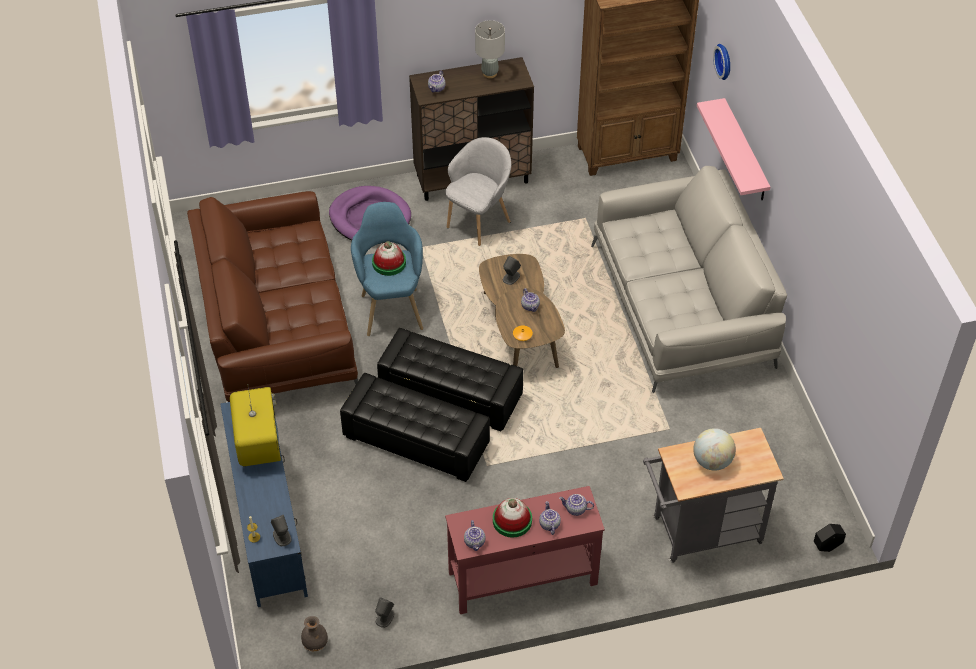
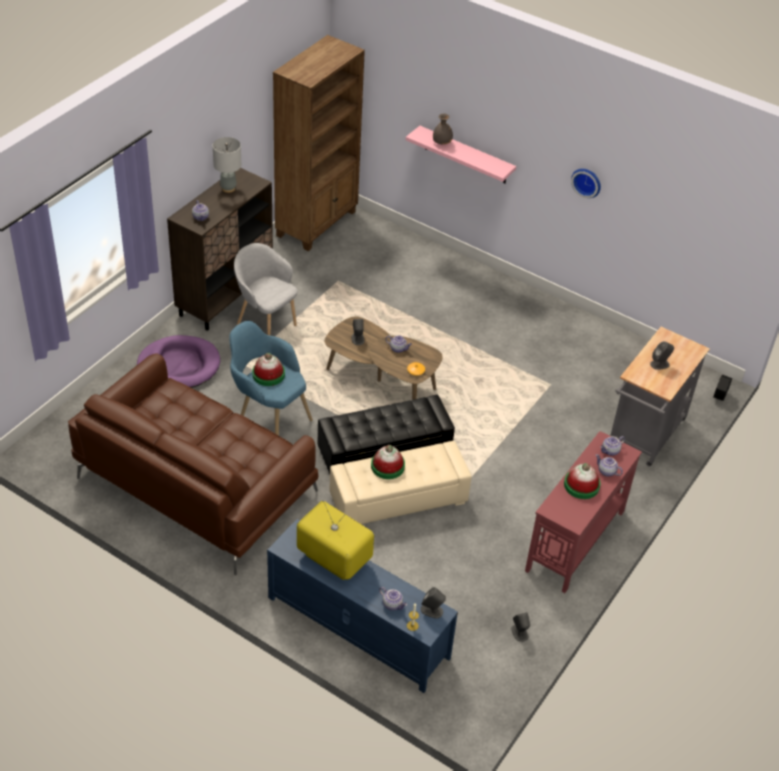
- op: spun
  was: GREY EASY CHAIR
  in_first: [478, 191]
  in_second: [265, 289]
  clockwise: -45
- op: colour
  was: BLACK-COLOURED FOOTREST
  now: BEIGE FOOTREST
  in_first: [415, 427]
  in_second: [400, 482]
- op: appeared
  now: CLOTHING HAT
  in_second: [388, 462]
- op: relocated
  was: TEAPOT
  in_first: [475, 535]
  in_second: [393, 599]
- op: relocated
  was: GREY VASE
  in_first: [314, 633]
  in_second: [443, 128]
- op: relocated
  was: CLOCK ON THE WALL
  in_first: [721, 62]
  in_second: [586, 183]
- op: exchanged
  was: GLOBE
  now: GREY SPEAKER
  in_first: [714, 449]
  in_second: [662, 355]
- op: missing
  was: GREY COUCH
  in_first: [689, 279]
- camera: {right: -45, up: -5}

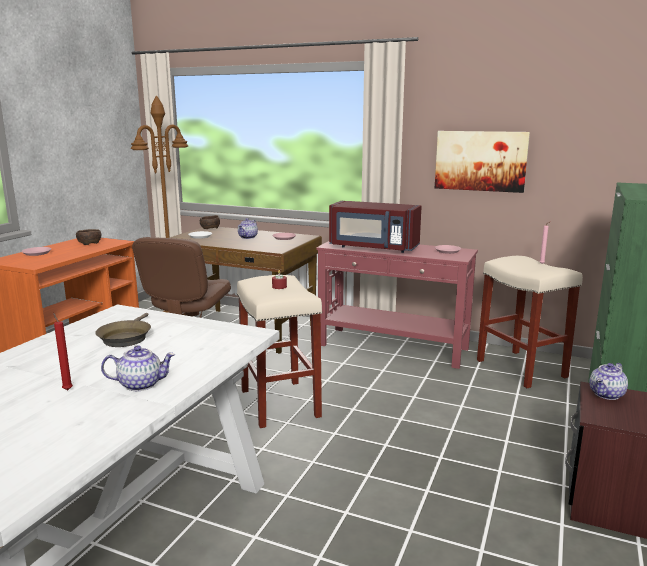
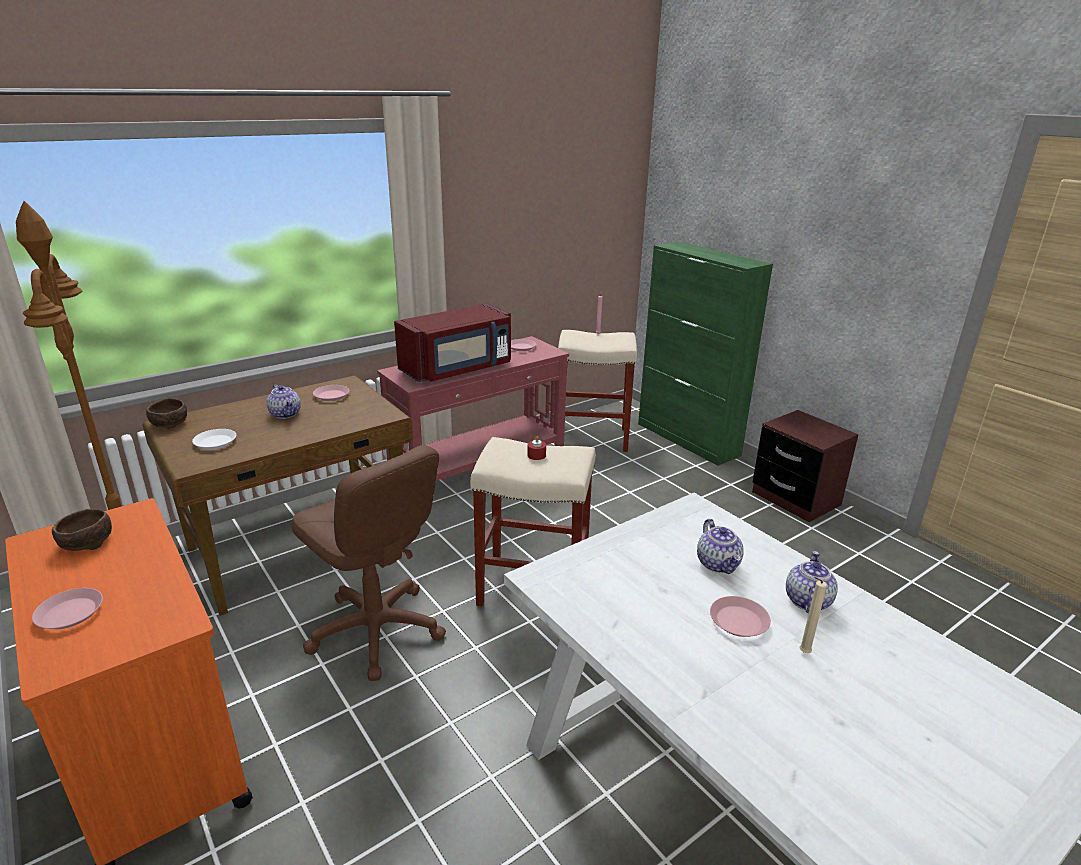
- op: relocated
  was: TEAPOT
  in_first: [608, 381]
  in_second: [720, 546]
- op: appeared
  now: PINK-COLOURED FLAT DISH
  in_second: [740, 616]
- op: colour
  was: REDDISH WAX LIGHT
  now: BEIGE WAX LIGHT
  in_first: [63, 351]
  in_second: [813, 615]
- op: missing
  was: BROWN-COLOURED SKILLET
  in_first: [123, 330]
- op: missing
  was: WALL ART
  in_first: [482, 162]
- camera: {right: -60, up: 10}

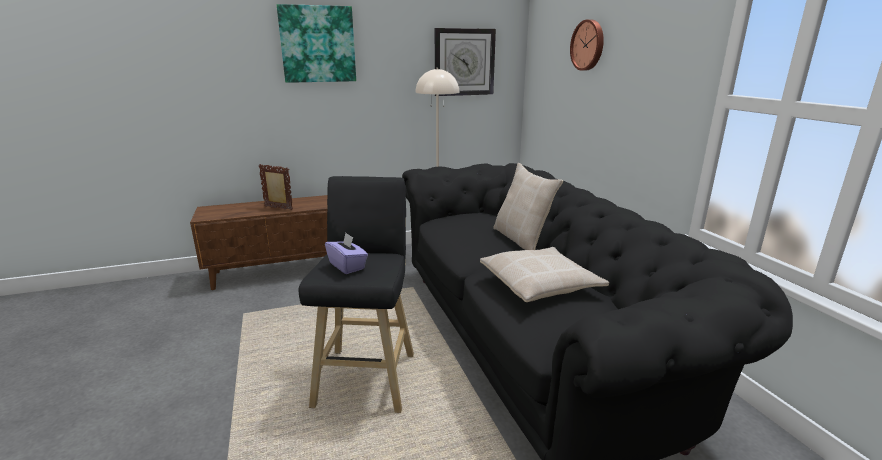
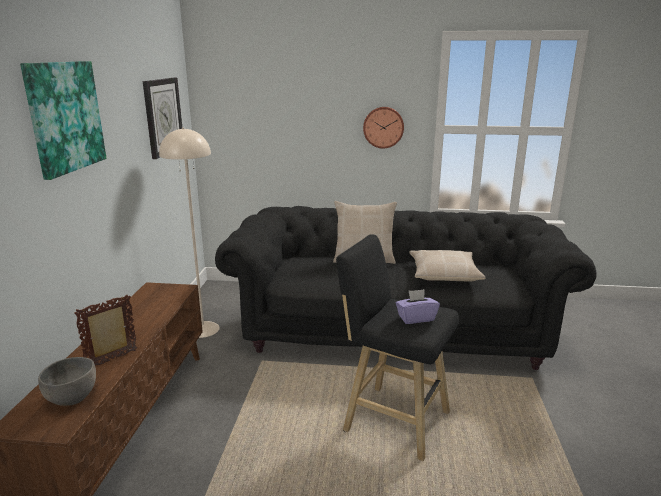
- op: appeared
  now: GREY BOWL
  in_second: [67, 381]
- op: relocated
  was: CLOCK ON THE WALL
  in_first: [587, 45]
  in_second: [383, 128]
- camera: {right: -65, up: 0}

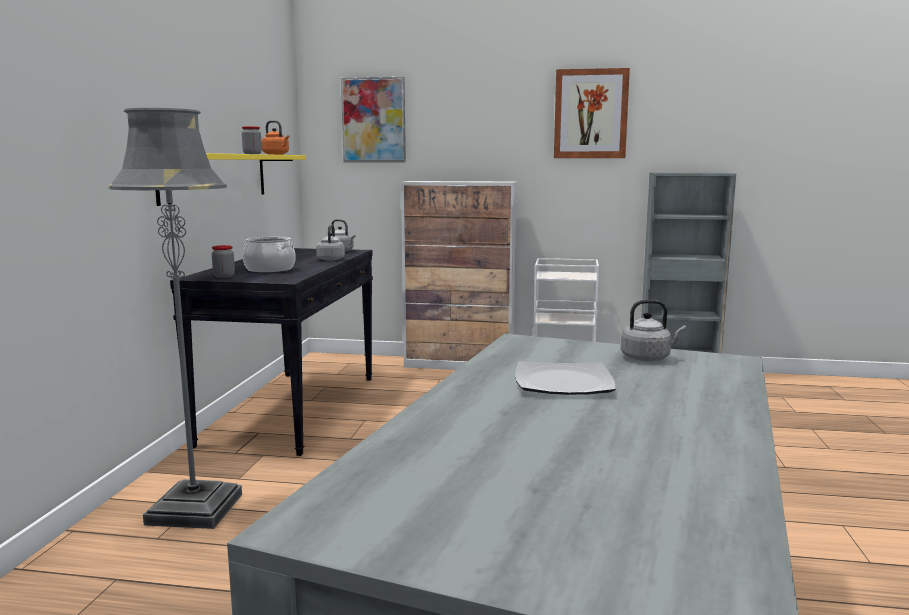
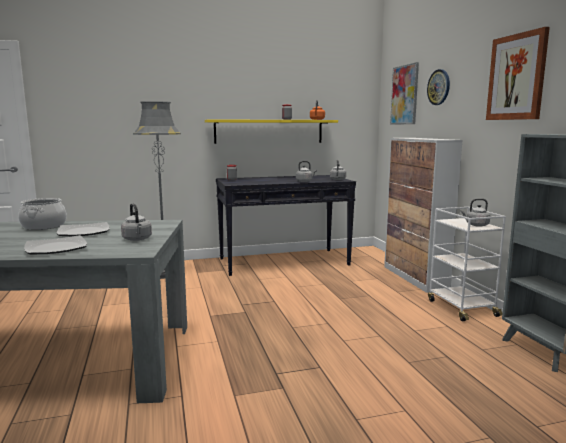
- op: relocated
  was: COOKING POT
  in_first: [269, 255]
  in_second: [42, 214]
- op: appeared
  now: FLAT DISH
  in_second: [55, 244]
- op: appeared
  now: CLOCK ON THE WALL
  in_second: [438, 87]
- op: appeared
  now: GREY KETTLE
  in_second: [475, 213]
- camera: {right: 65, up: 0}

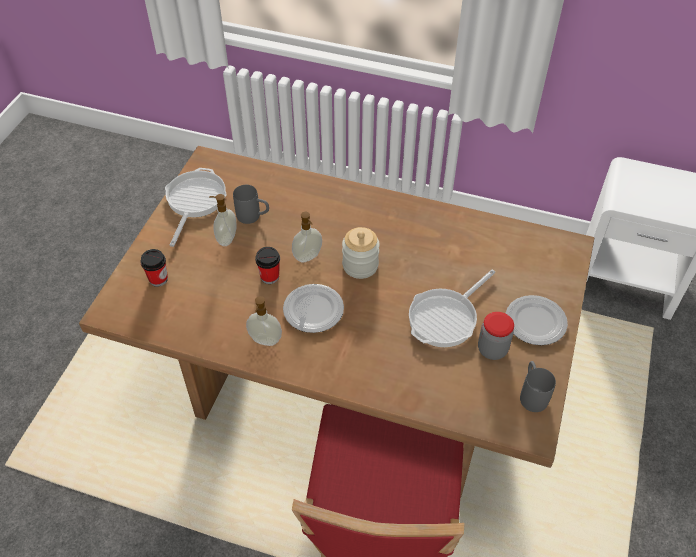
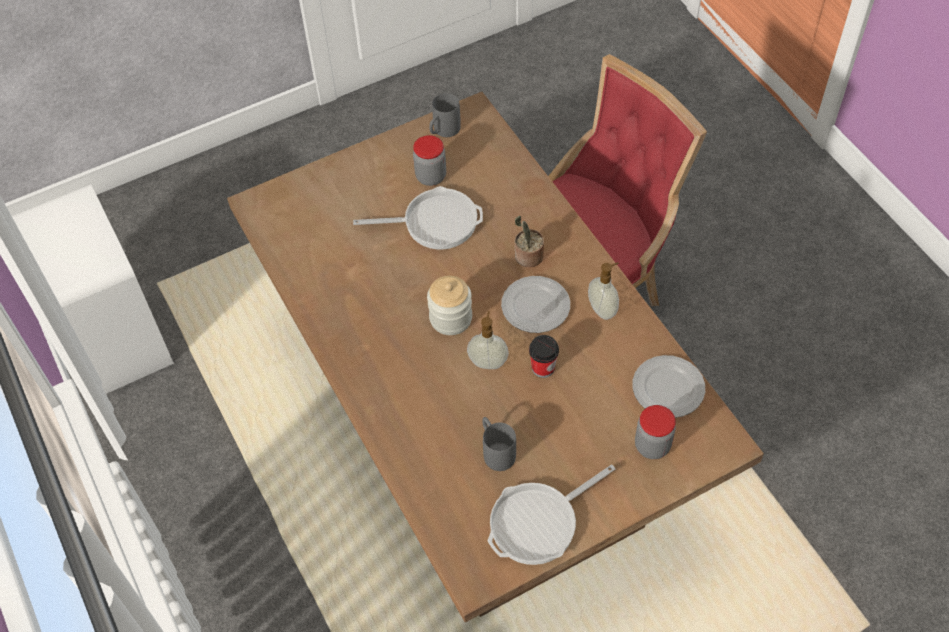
- op: appeared
  now: PLANT IN A POT
  in_second: [529, 241]
- op: relocated
  was: FLAT DISH
  in_first: [536, 320]
  in_second: [668, 386]
- op: exchanged
  was: CUP
  now: JAR
  in_first: [154, 268]
  in_second: [655, 432]
- op: missing
  was: LIQUID SOAP BOTTLE
  in_first: [223, 220]
- camera: {right: -135, up: 5}

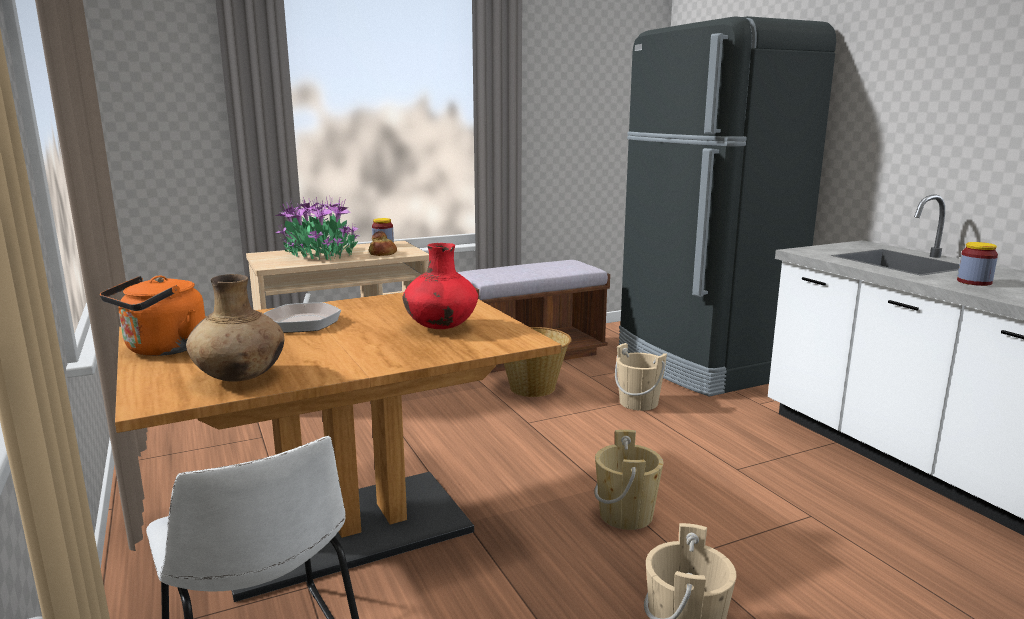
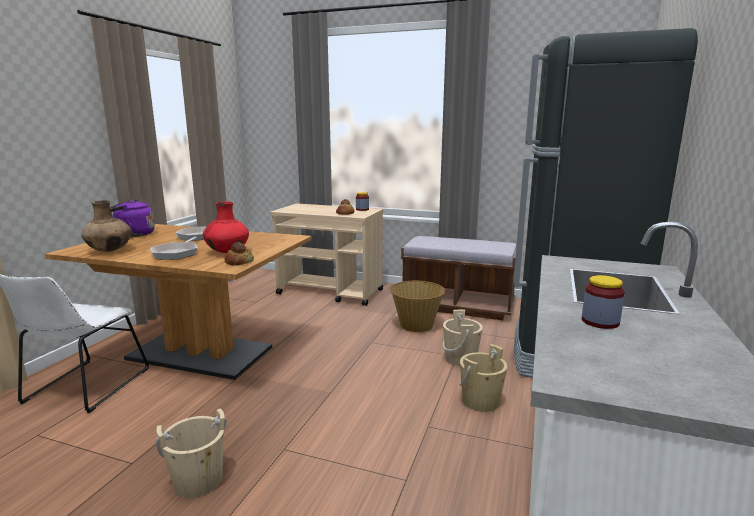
- op: colour
  was: ORANGEY KETTLE
  now: PURPLE-COLOURED KETTLE
  in_first: [153, 315]
  in_second: [132, 218]
- op: appeared
  now: SKILLET
  in_second: [173, 248]
- op: appeared
  now: BAKERY BREAD
  in_second: [239, 253]
- op: relocated
  was: BEIGE PAIL
  in_first: [628, 480]
  in_second: [483, 378]
- op: missing
  was: PLANT IN A POT
  in_first: [317, 228]
- camera: {right: 45, up: 0}

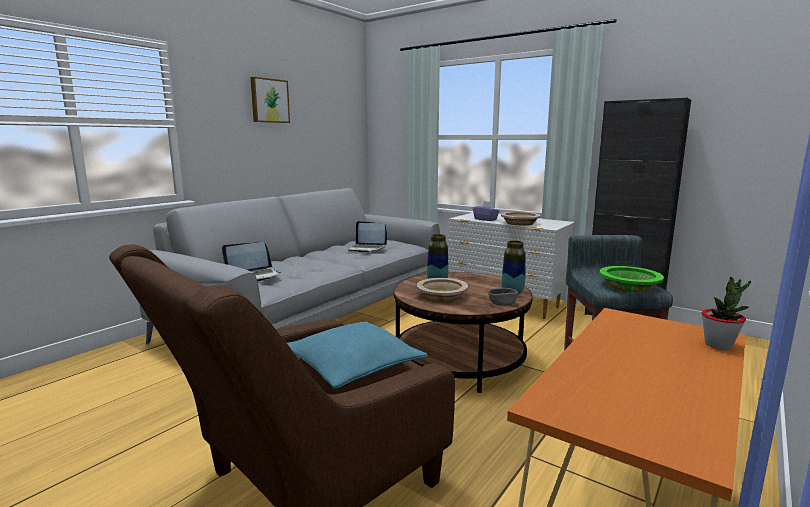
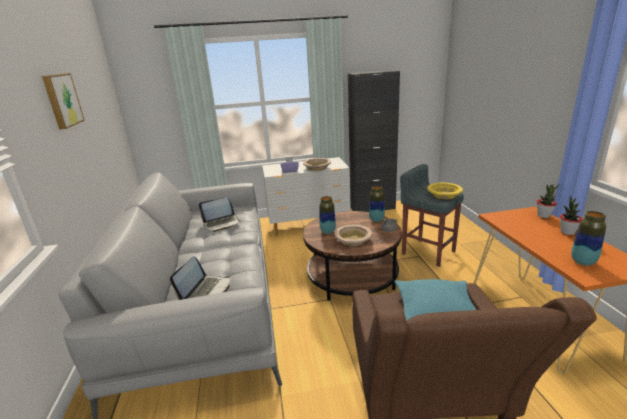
- op: colour
  was: GREEN-COLOURED BOWL
  now: YELLOWISH BOWL
  in_first: [631, 279]
  in_second: [445, 191]
- op: appeared
  now: PLANT IN A POT
  in_second: [571, 215]
- op: appeared
  now: VASE
  in_second: [588, 238]
- camera: {right: -45, up: 10}

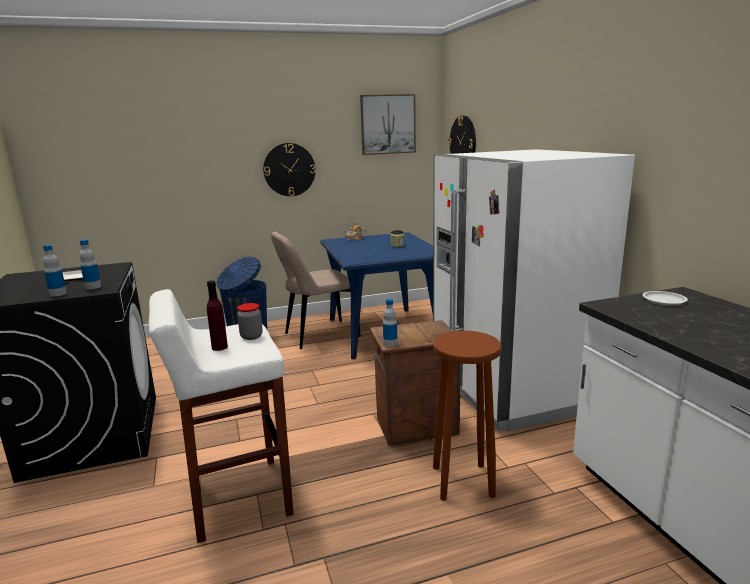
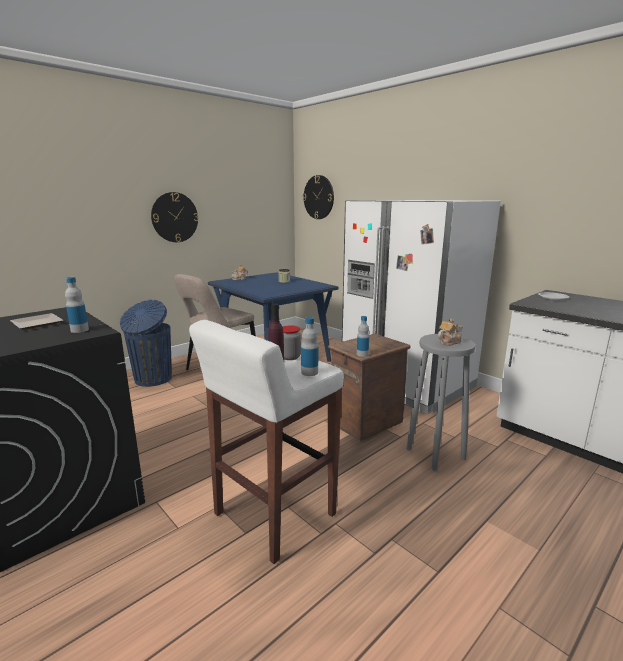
- op: relocated
  was: DRINK BOTTLE
  in_first: [55, 271]
  in_second: [309, 346]
- op: colour
  was: BROWN-COLOURED STOOL SEAT
  now: GREY STOOL SEAT
  in_first: [467, 416]
  in_second: [440, 402]
- op: appeared
  now: TEAPOT
  in_second: [450, 332]
- op: missing
  was: WALL ART
  in_first: [388, 124]
- camera: {right: -25, up: 0}

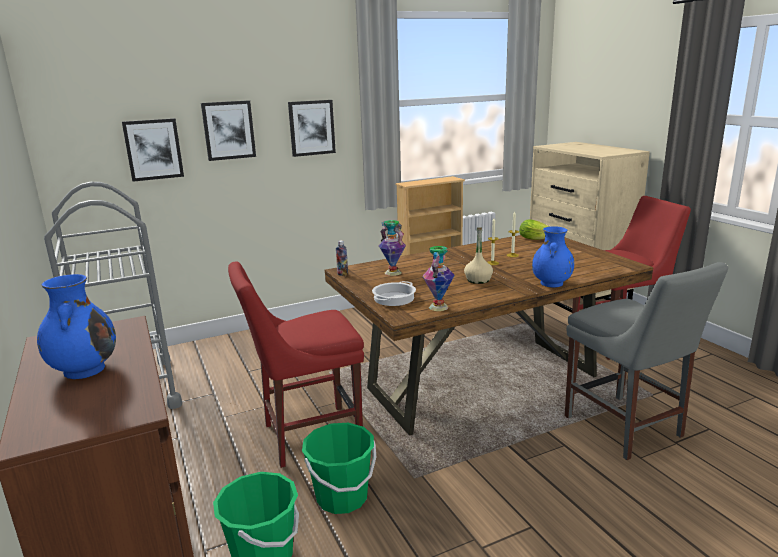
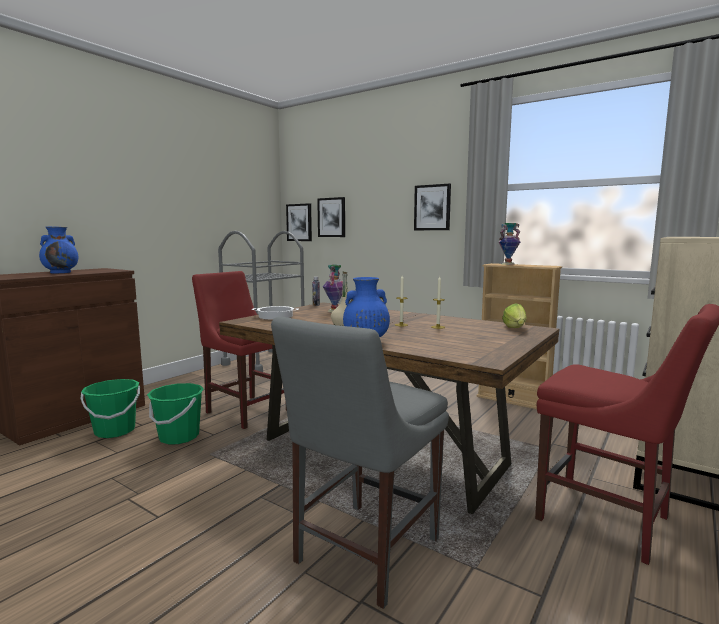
- op: relocated
  was: WALL ART
  in_first: [228, 130]
  in_second: [299, 222]
- op: relocated
  was: VASE
  in_first: [438, 278]
  in_second: [509, 244]
- camera: {right: 60, up: -10}

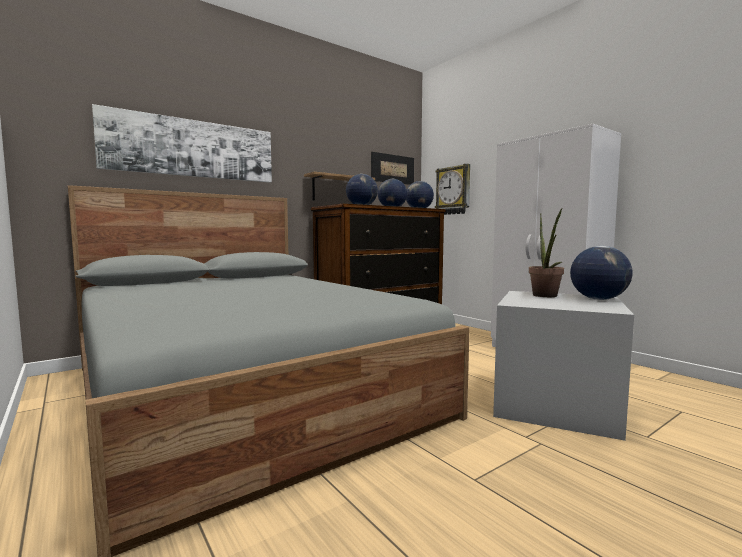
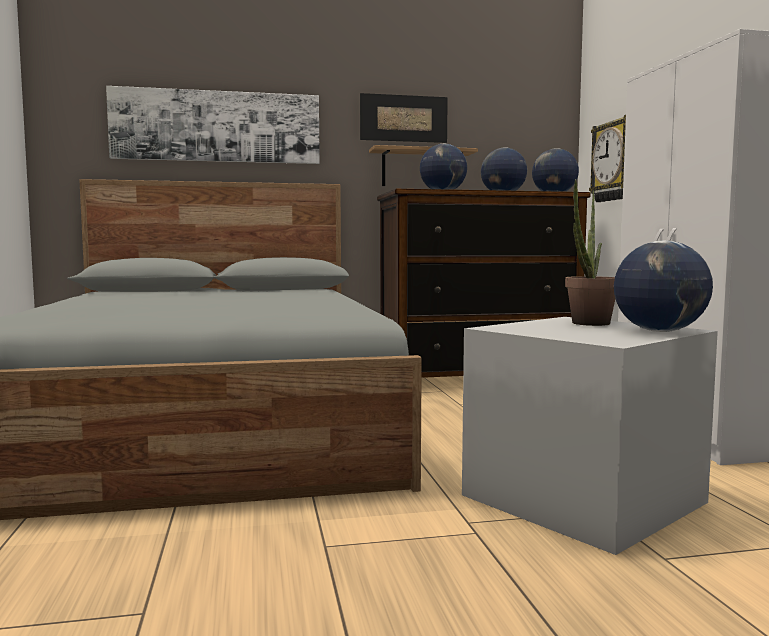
- op: relocated
  was: WALL ART
  in_first: [392, 168]
  in_second: [404, 118]
- camera: {right: 25, up: 0}

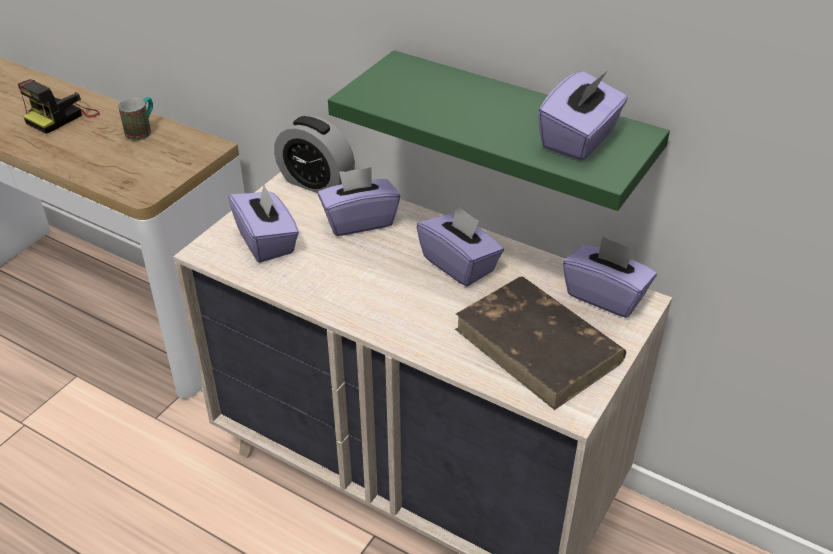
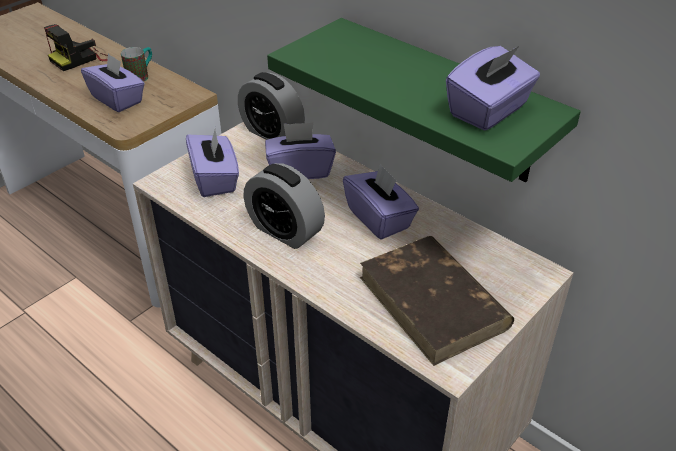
- op: relocated
  was: PURPLE-COLOURED TISSUE BOX
  in_first: [610, 277]
  in_second: [113, 82]
- op: appeared
  now: ALARM CLOCK
  in_second: [284, 206]
- camera: {right: 10, up: 0}

